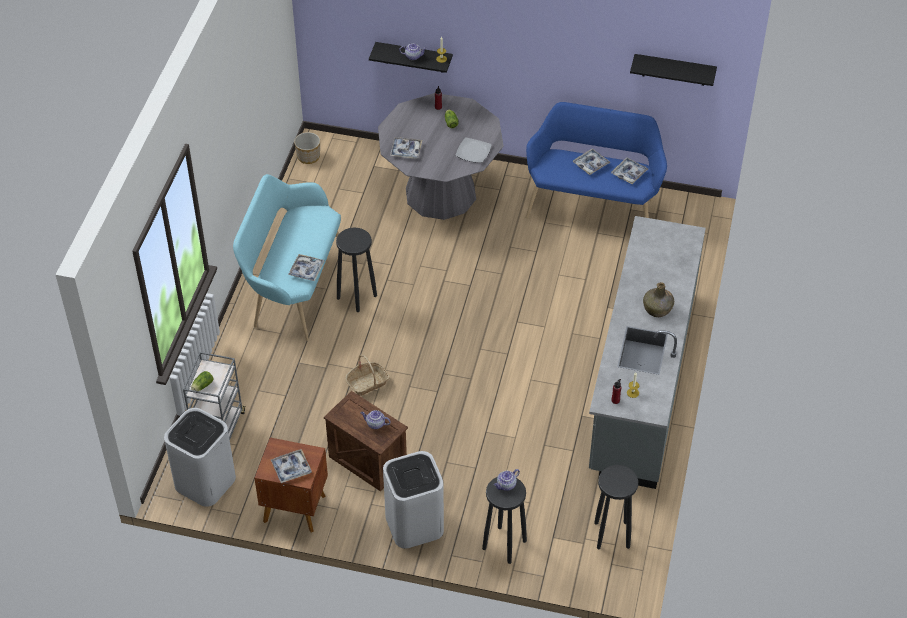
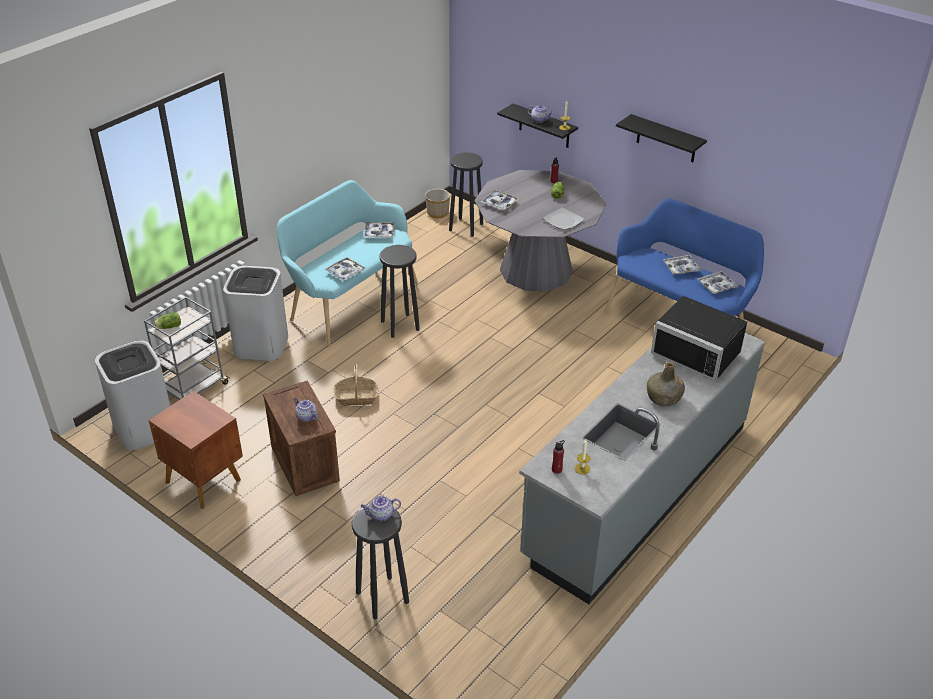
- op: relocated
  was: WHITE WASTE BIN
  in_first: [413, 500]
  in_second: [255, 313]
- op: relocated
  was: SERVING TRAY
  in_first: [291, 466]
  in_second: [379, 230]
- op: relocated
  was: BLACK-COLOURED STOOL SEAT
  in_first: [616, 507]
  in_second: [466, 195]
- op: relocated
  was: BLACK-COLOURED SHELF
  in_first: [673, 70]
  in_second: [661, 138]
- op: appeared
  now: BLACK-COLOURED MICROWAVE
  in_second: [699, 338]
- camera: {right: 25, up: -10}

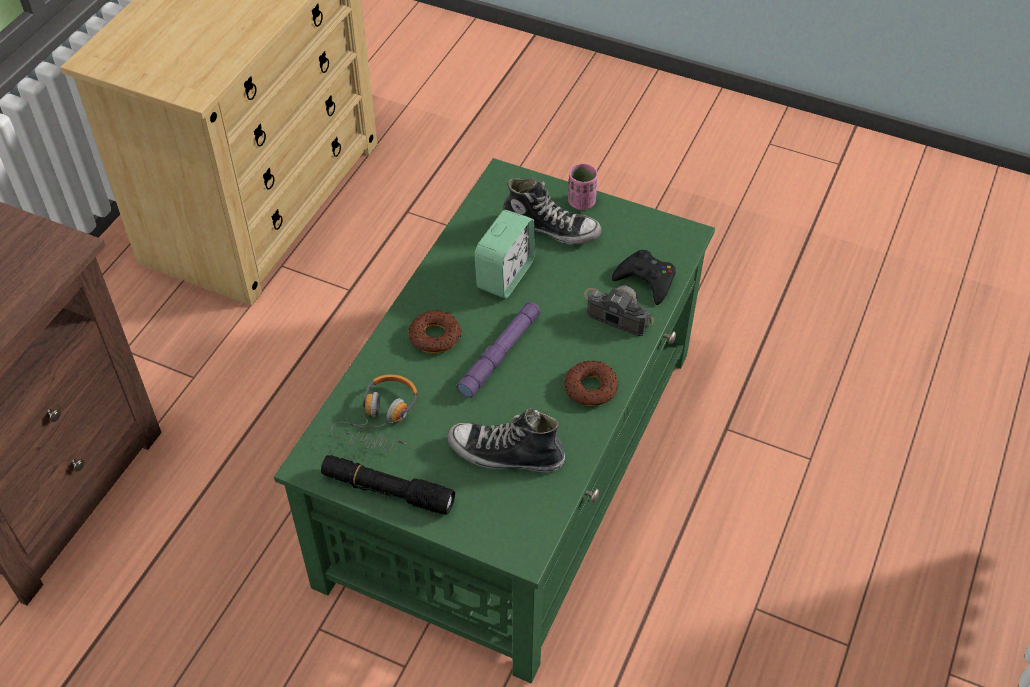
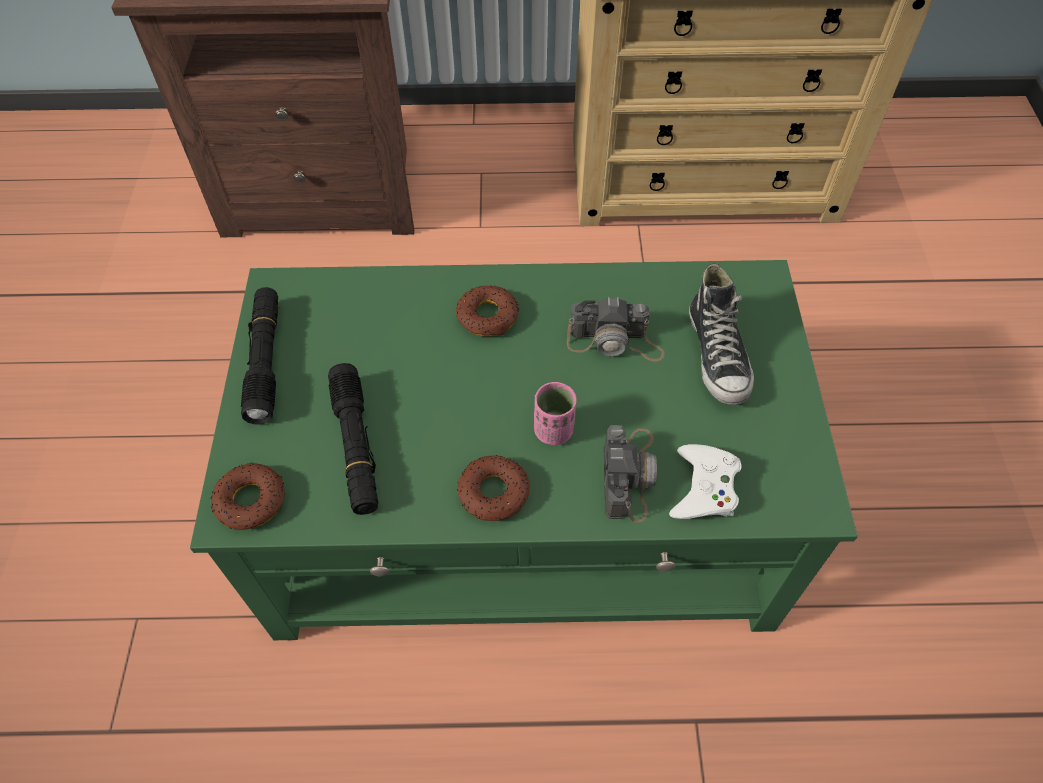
- op: appeared
  now: DOUGHNUT
  in_second: [248, 496]
- op: exchanged
  was: LOW SHOE
  now: BLACK-COLOURED FLASHLIGHT
  in_first: [506, 440]
  in_second: [353, 439]
- op: relocated
  was: PINK-COLOURED CUP
  in_first: [583, 187]
  in_second: [555, 413]
- op: exchanged
  was: ALARM CLOCK
  now: PHOTO CAMERA
  in_first: [504, 254]
  in_second: [616, 329]
- op: colour
  was: BLACK-COLOURED GAMEPAD
  now: WHITE GAMEPAD
  in_first: [644, 277]
  in_second: [705, 481]
- op: missing
  was: PAIR OF HEADPHONES
  in_first: [374, 412]
- op: missing
  was: PURPLE-COLOURED FLASHLIGHT
  in_first: [498, 350]
- camera: {right: 65, up: 5}

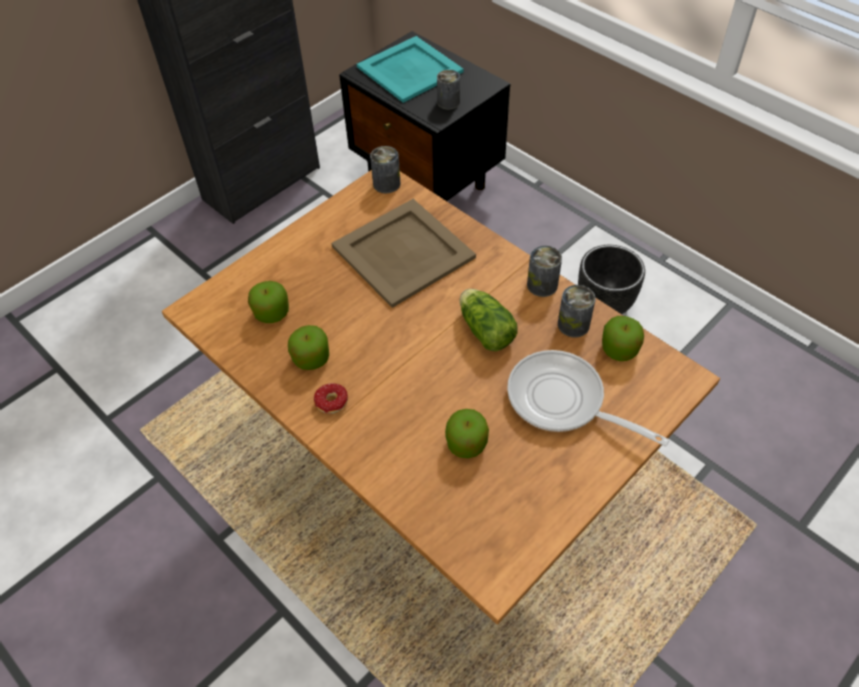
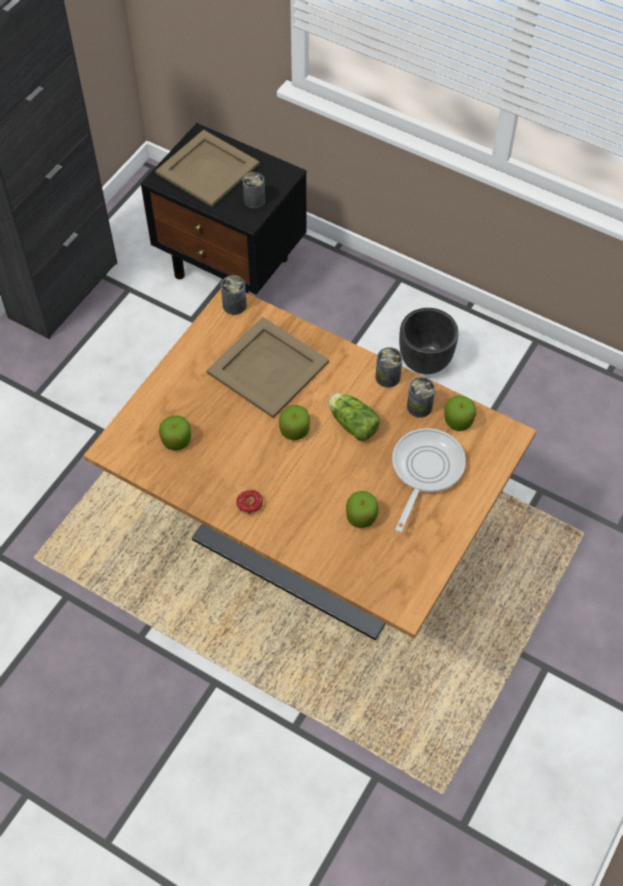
- op: colour
  was: TURQUOISE SERVING TRAY
  now: BEIGE SERVING TRAY
  in_first: [410, 69]
  in_second: [207, 168]
- op: relocated
  was: APPLE FRUIT
  in_first: [308, 347]
  in_second: [294, 422]
- op: spun
  was: SKILLET
  in_first: [588, 398]
  in_second: [429, 480]
  clockwise: 90
- camera: {right: -15, up: 5}

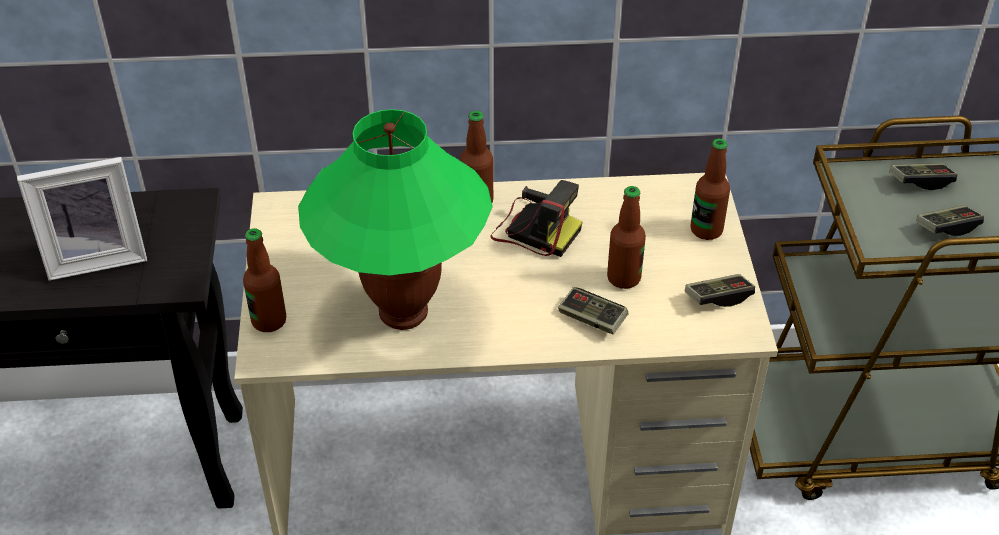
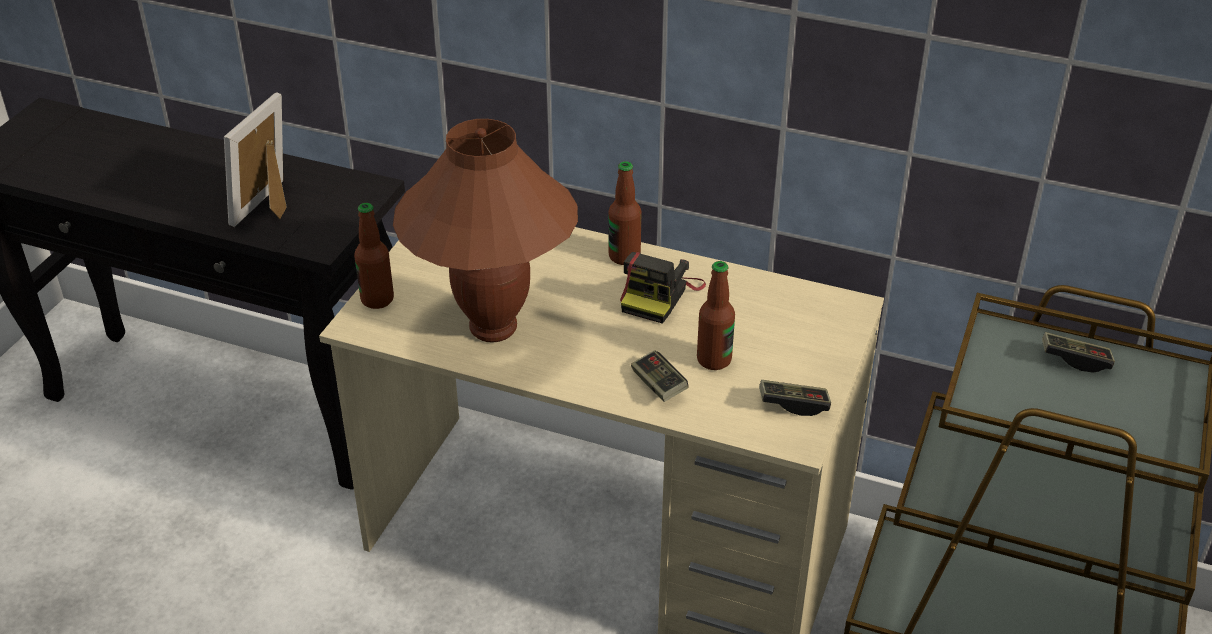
- op: spun
  was: PICTURE FRAME
  in_first: [82, 219]
  in_second: [255, 159]
  clockwise: 105
- op: colour
  was: GREEN-COLOURED TABLE LAMP
  now: BROWN-COLOURED TABLE LAMP
  in_first: [395, 219]
  in_second: [485, 230]
- op: spun
  was: PHOTO CAMERA
  in_first: [536, 218]
  in_second: [663, 288]
  clockwise: 60
- op: missing
  was: DRINK BOTTLE
  in_first: [710, 189]
- op: missing
  was: GAMEPAD
  in_first: [950, 220]
- camera: {right: 25, up: -5}

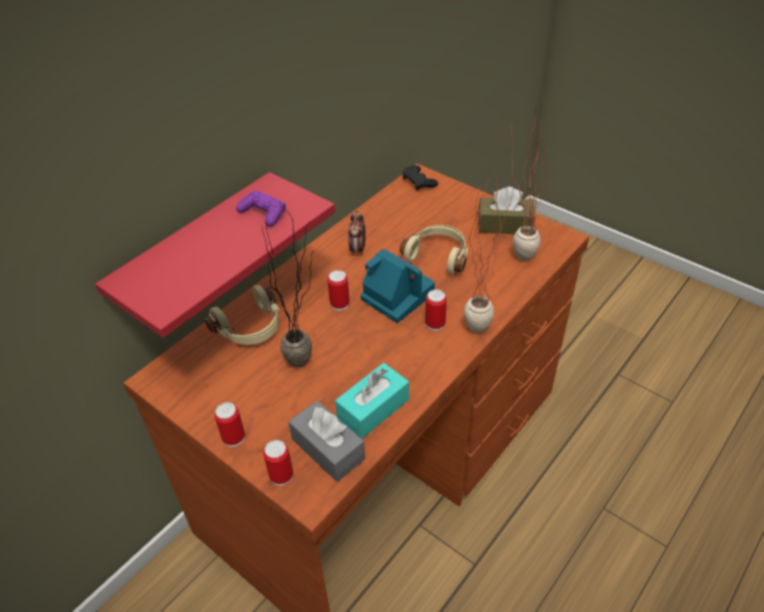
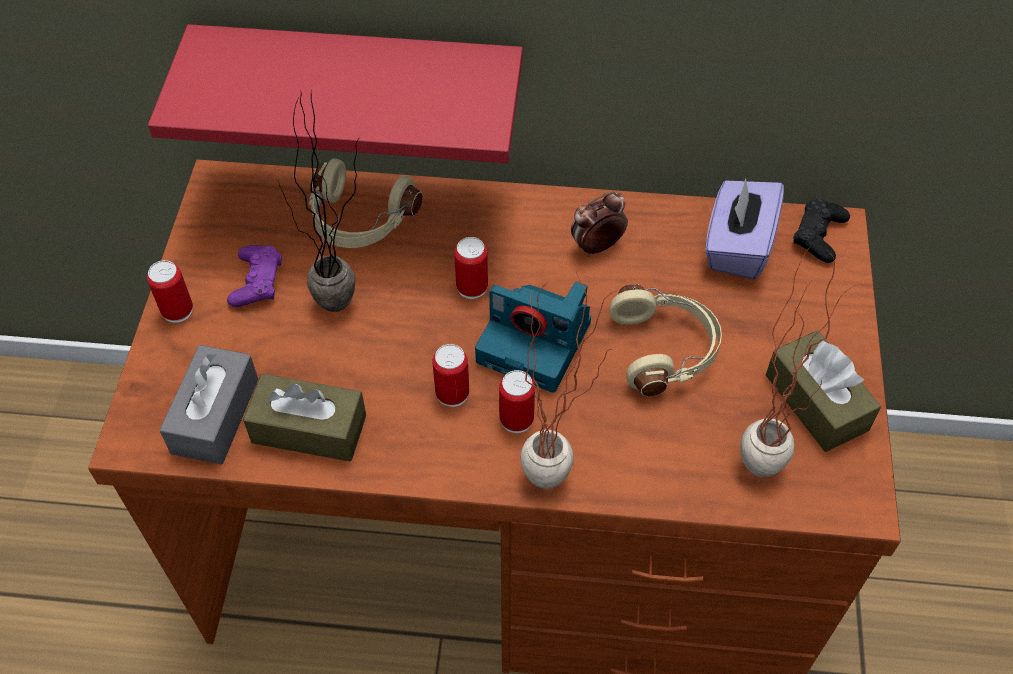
- op: relocated
  was: PURPLE-COLOURED GAMEPAD
  in_first: [261, 209]
  in_second: [254, 276]
- op: colour
  was: TURQUOISE TISSUE BOX
  now: BROWN-COLOURED TISSUE BOX
  in_first: [372, 401]
  in_second: [304, 417]
- op: relocated
  was: SEALED CAN
  in_first: [278, 463]
  in_second: [450, 375]
- op: spun
  was: PHOTO CAMERA
  in_first: [398, 286]
  in_second: [533, 337]
  clockwise: 105
- op: appeared
  now: PURPLE-COLOURED TISSUE BOX
  in_second: [744, 228]
- camera: {right: 55, up: 10}

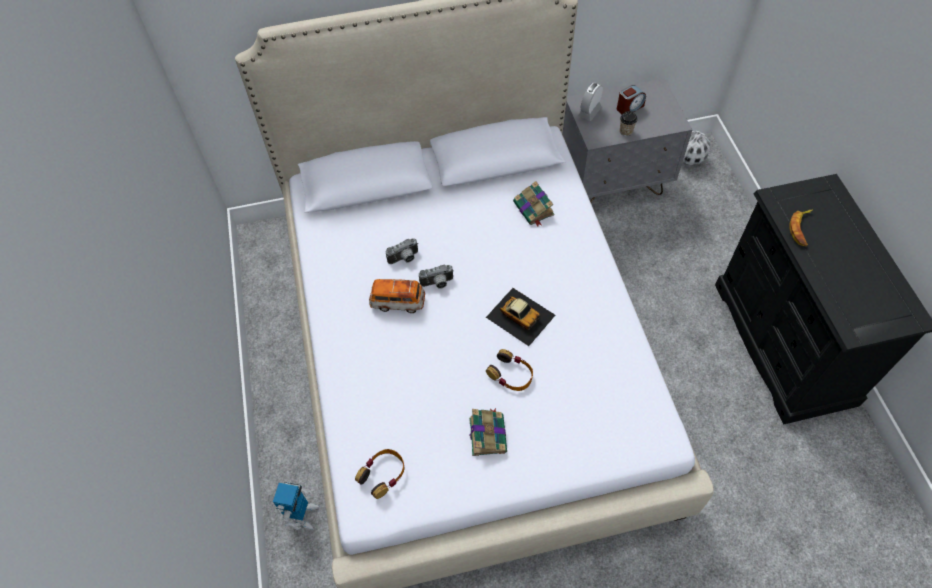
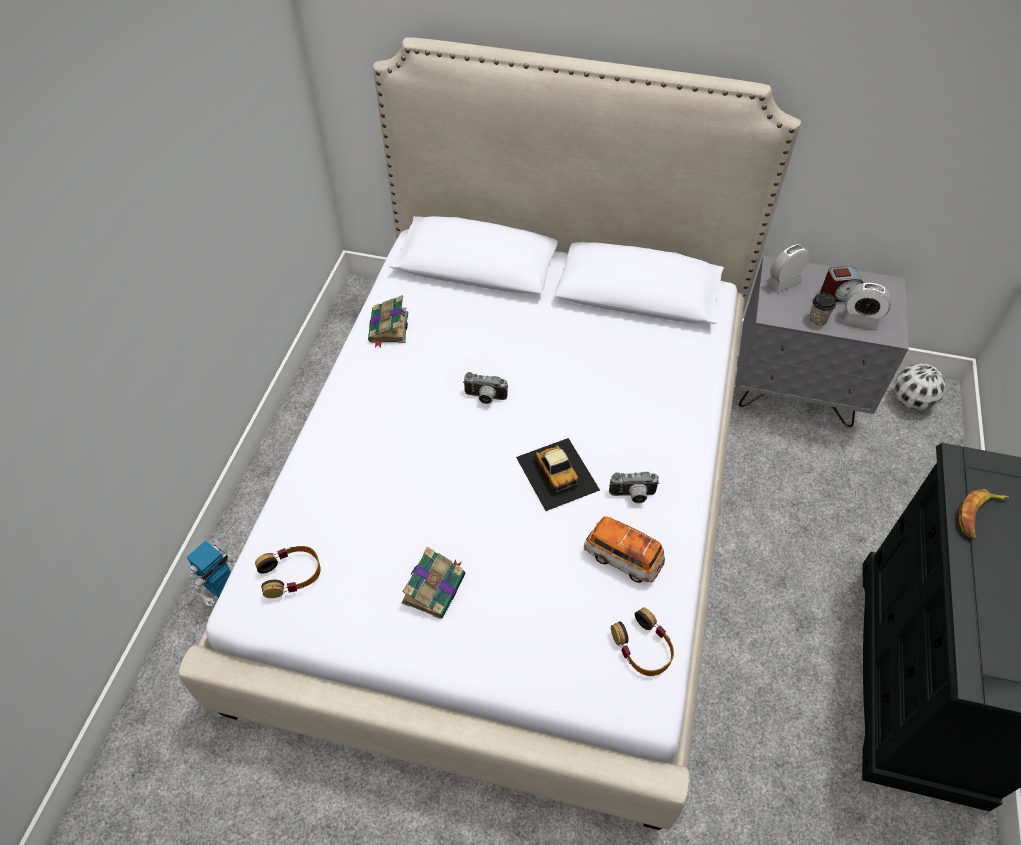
- op: relocated
  was: VOLUME
  in_first: [534, 203]
  in_second: [388, 321]
- op: relocated
  was: TOY CAR
  in_first: [397, 296]
  in_second: [624, 549]
- op: relocated
  was: PHOTO CAMERA
  in_first: [402, 251]
  in_second: [634, 487]
- op: relocated
  was: PAIR OF HEADPHONES
  in_first: [509, 370]
  in_second: [642, 641]
- op: appeared
  now: ALARM CLOCK
  in_second: [867, 305]
- camera: {right: 25, up: -5}

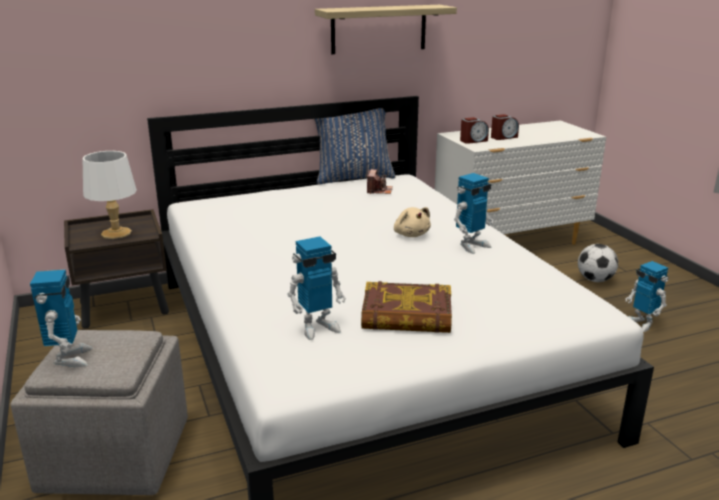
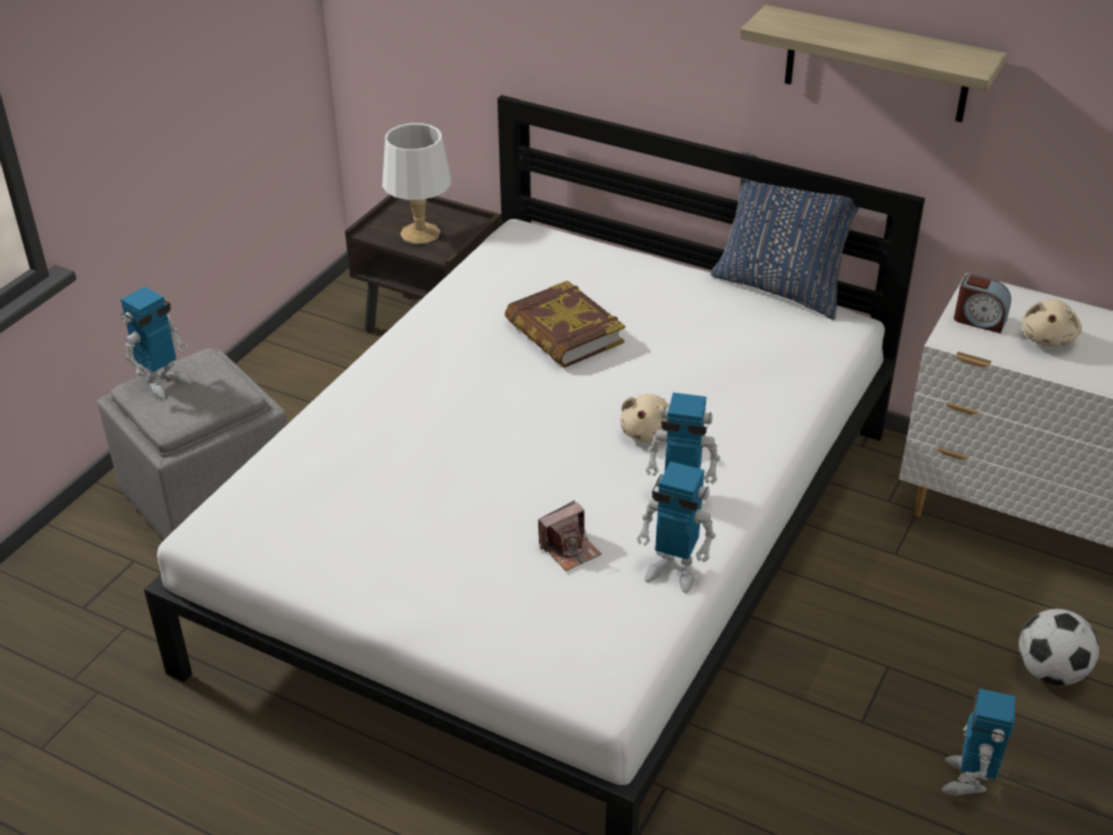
- op: relocated
  was: VOLUME
  in_first: [406, 307]
  in_second: [565, 324]
- op: relocated
  was: PHOTO CAMERA
  in_first: [380, 181]
  in_second: [569, 536]
- op: relocated
  was: TOY ROBOT
  in_first: [316, 288]
  in_second: [676, 527]
- op: exchanged
  was: ALARM CLOCK
  now: BEIGE PLUSH TOY
  in_first: [505, 127]
  in_second: [1052, 323]
- camera: {right: 50, up: 15}

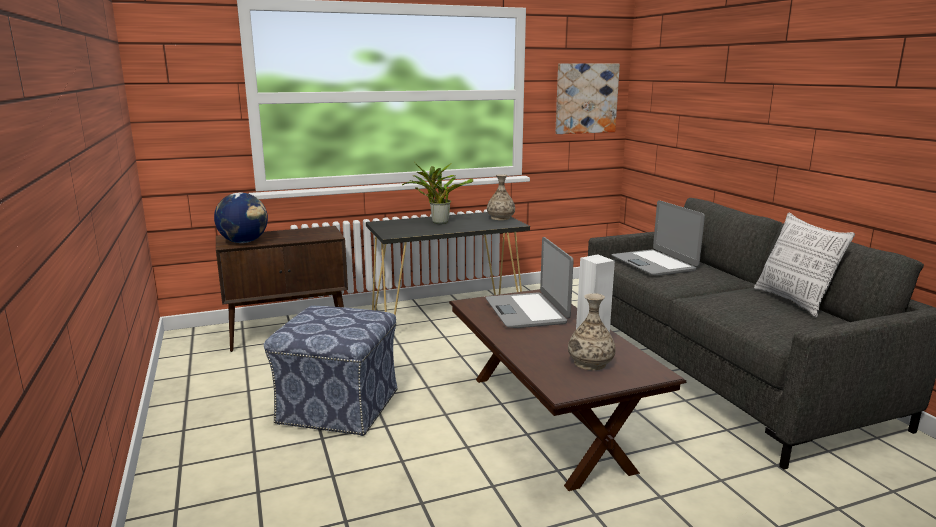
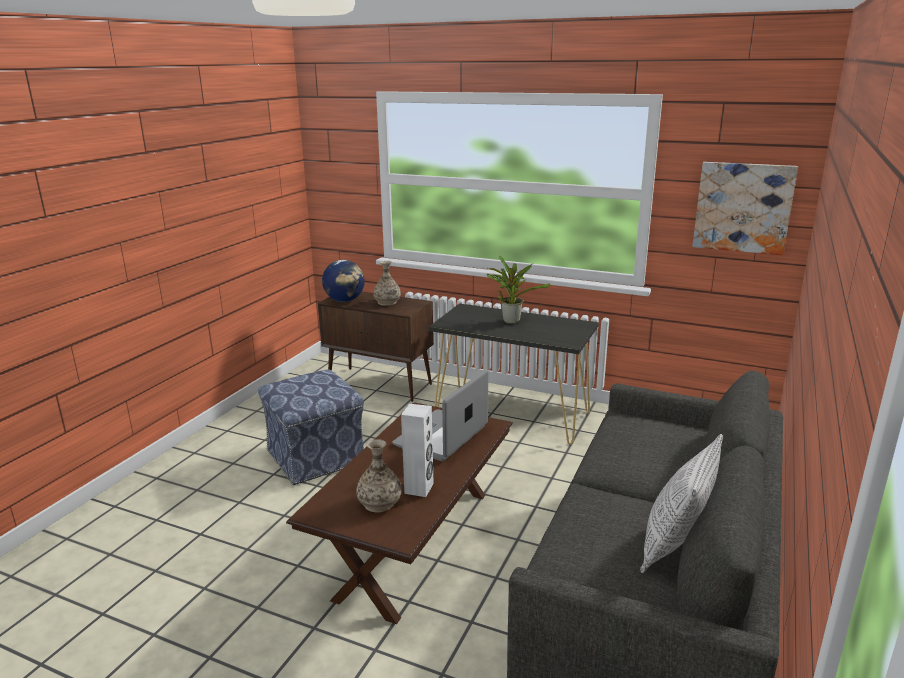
- op: relocated
  was: VASE
  in_first: [501, 197]
  in_second: [387, 283]
- op: missing
  was: PORTABLE COMPUTER
  in_first: [658, 238]
- camera: {right: 45, up: 5}

